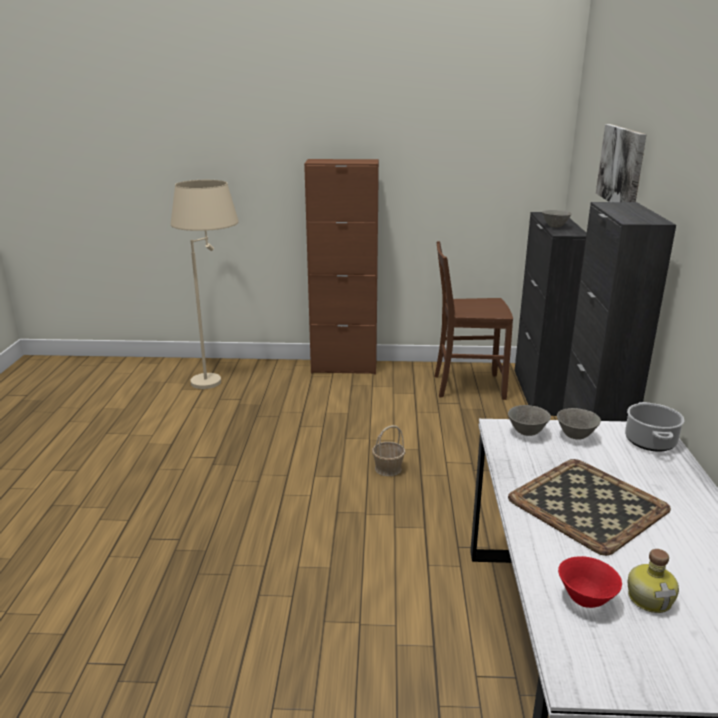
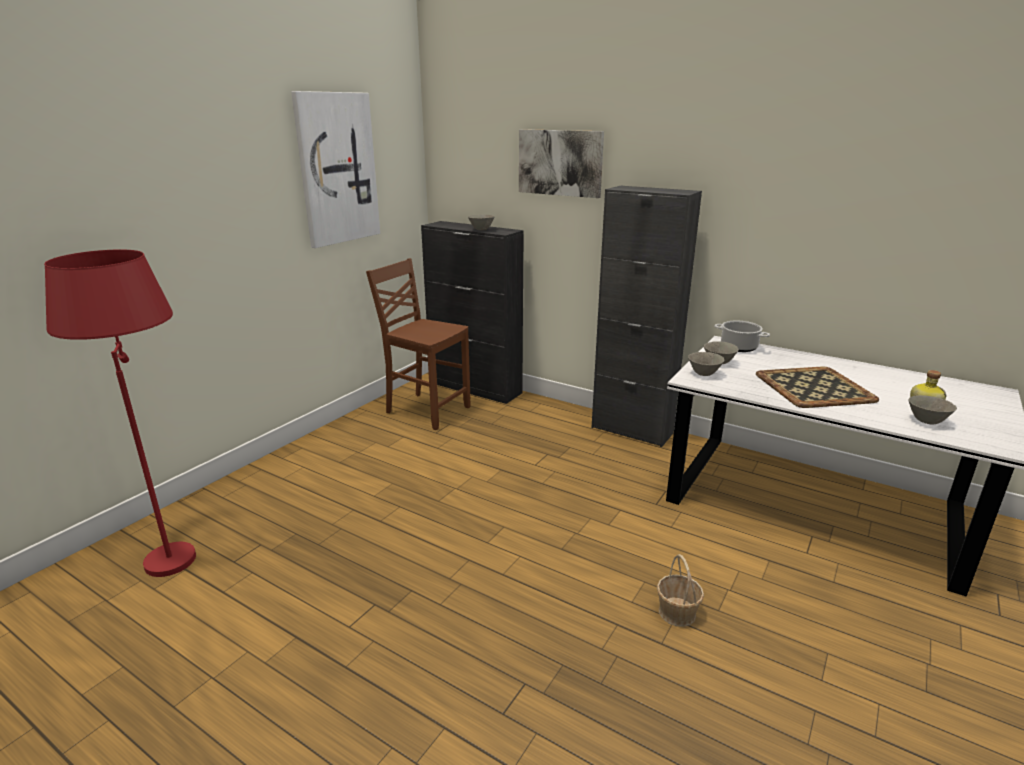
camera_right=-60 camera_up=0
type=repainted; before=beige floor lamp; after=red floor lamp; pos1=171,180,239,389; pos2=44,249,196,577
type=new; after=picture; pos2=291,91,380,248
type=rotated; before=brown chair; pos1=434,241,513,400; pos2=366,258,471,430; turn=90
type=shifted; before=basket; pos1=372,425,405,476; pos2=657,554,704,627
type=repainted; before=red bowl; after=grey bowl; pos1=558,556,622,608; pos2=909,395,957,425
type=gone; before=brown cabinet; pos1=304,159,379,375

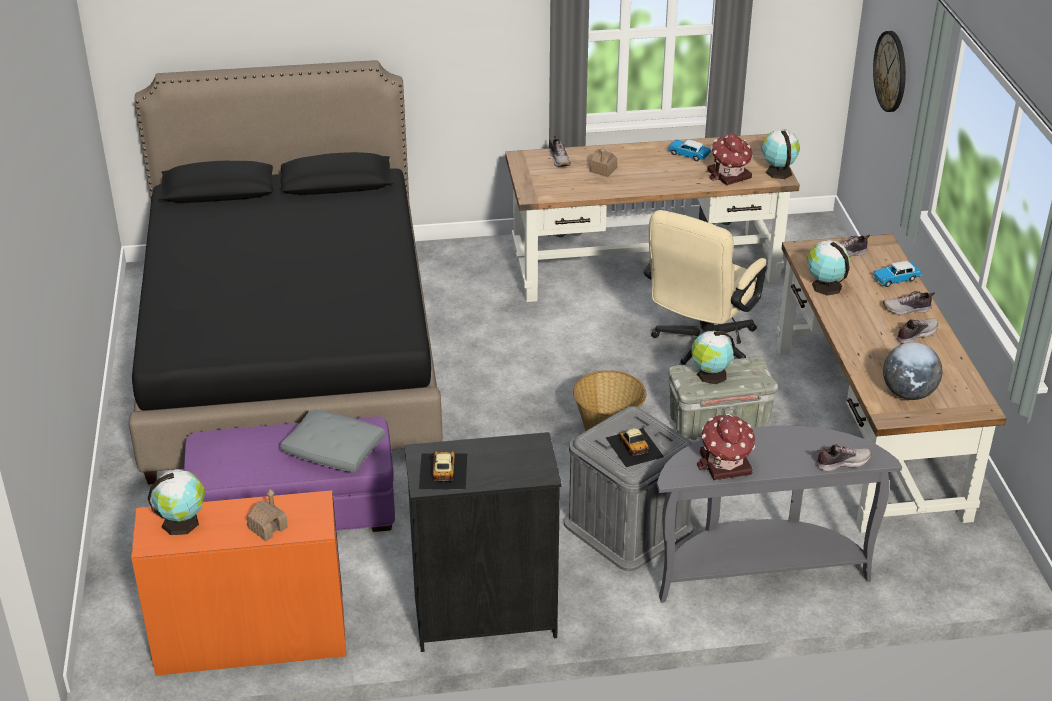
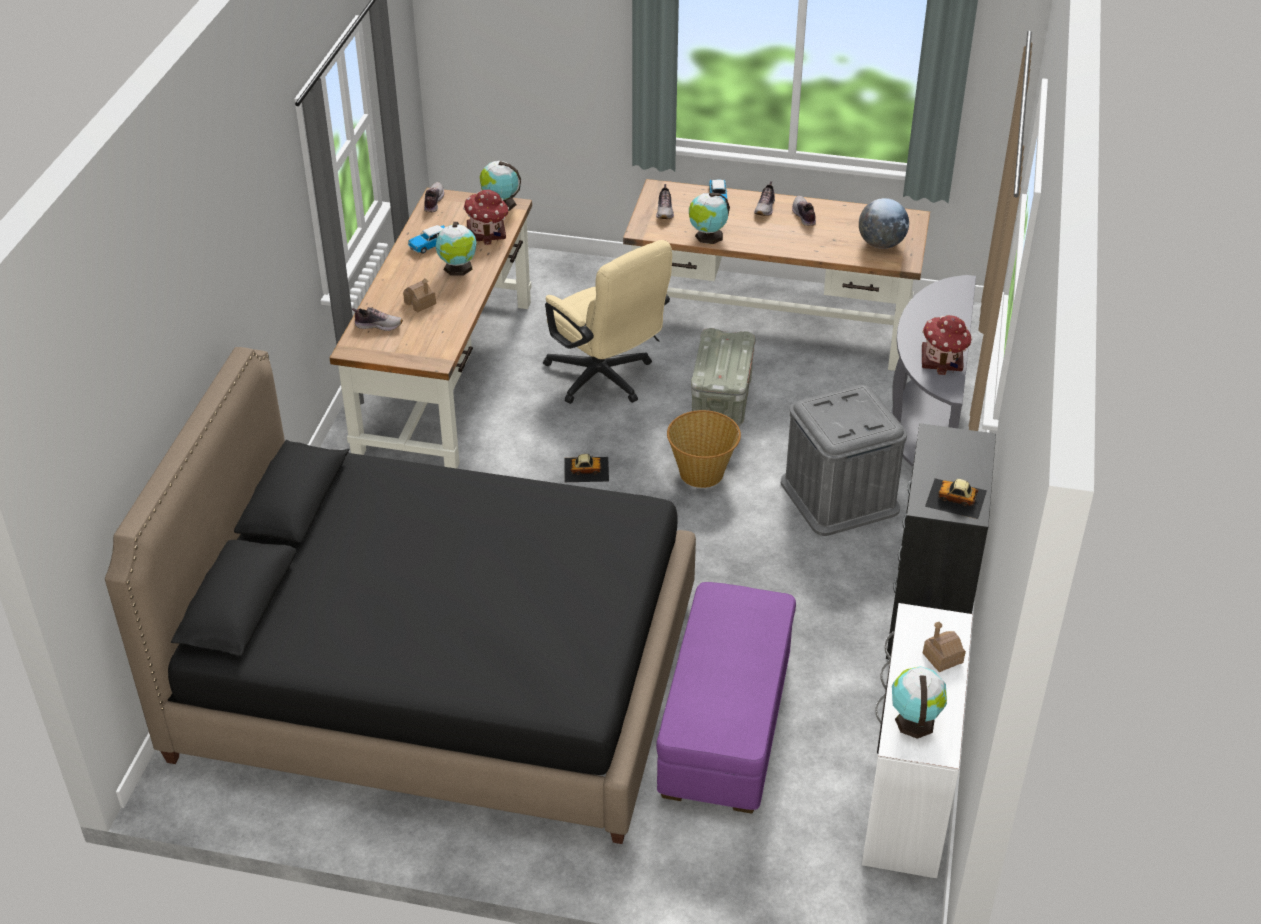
camera_right=-70 camera_up=5
type=shifted; before=shoe; pos1=816,444,871,471; pos2=424,182,444,212
type=shifted; before=globe; pos1=691,331,735,384; pos2=436,222,477,276
type=shifted; before=toy car; pos1=606,428,664,467; pos2=564,454,609,482
type=repainted; before=orange desk; after=white desk; pos1=131,490,346,676; pos2=862,603,973,878
type=gone; before=grey pillow; pos1=280,409,385,472
type=gone; before=wall clock; pos1=873,31,906,112

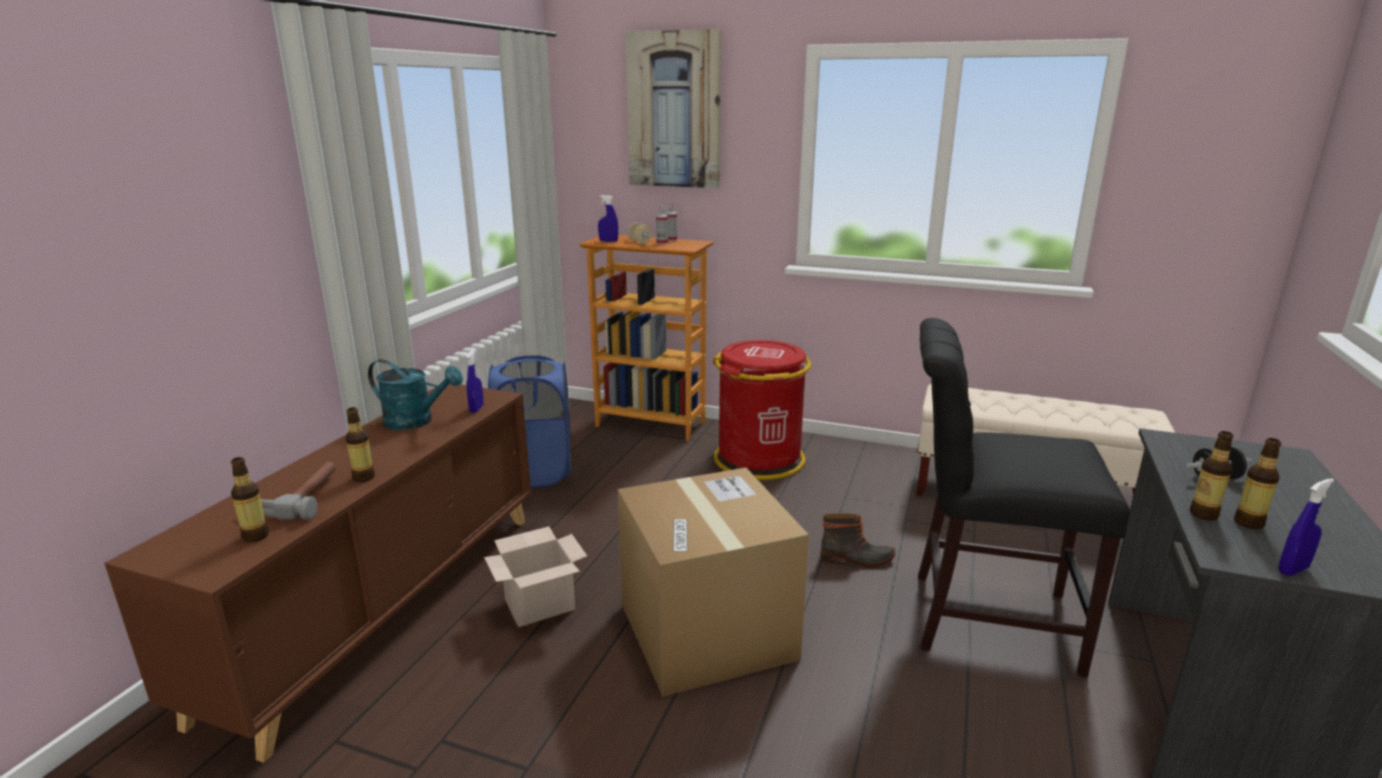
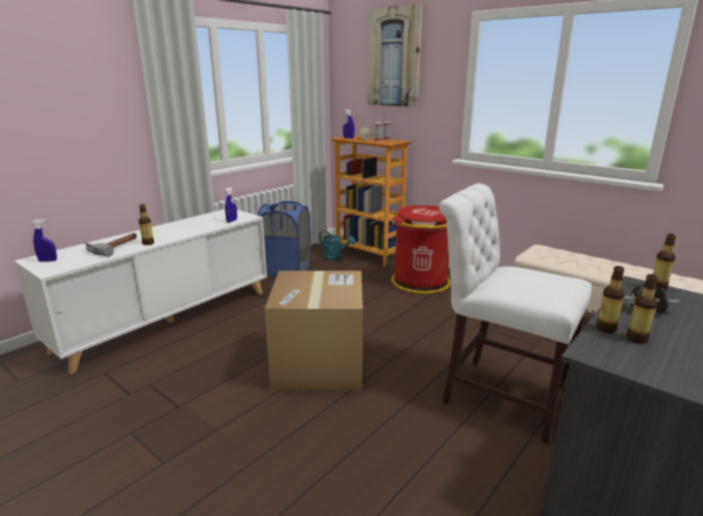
camera_right=20 camera_up=0
type=repainted; before=brown cabinet; after=white cabinet; pos1=104,383,531,763; pos2=14,209,267,375
type=shifted; before=blue spray bottle; pos1=1278,478,1334,576; pos2=32,219,57,262
type=shifted; before=turquoise watering can; pos1=368,359,463,430; pos2=319,230,355,260
type=repainted; before=black chair; after=white chair; pos1=918,318,1130,677; pos2=439,183,592,444
type=shifted; before=bottle; pos1=231,457,269,542; pos2=653,234,676,290
type=gone; before=cardboard box; pos1=484,526,587,627
type=gone; before=boot; pos1=820,513,895,568

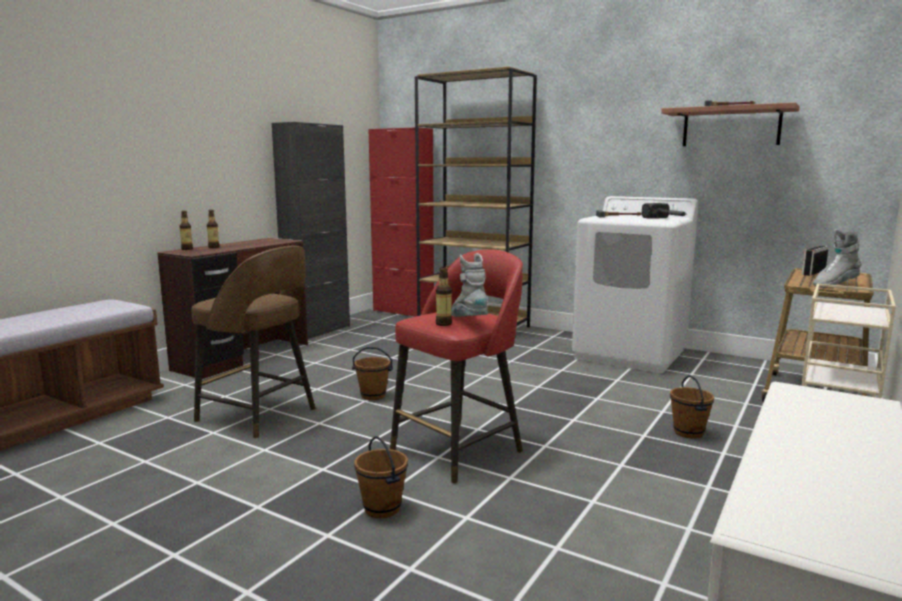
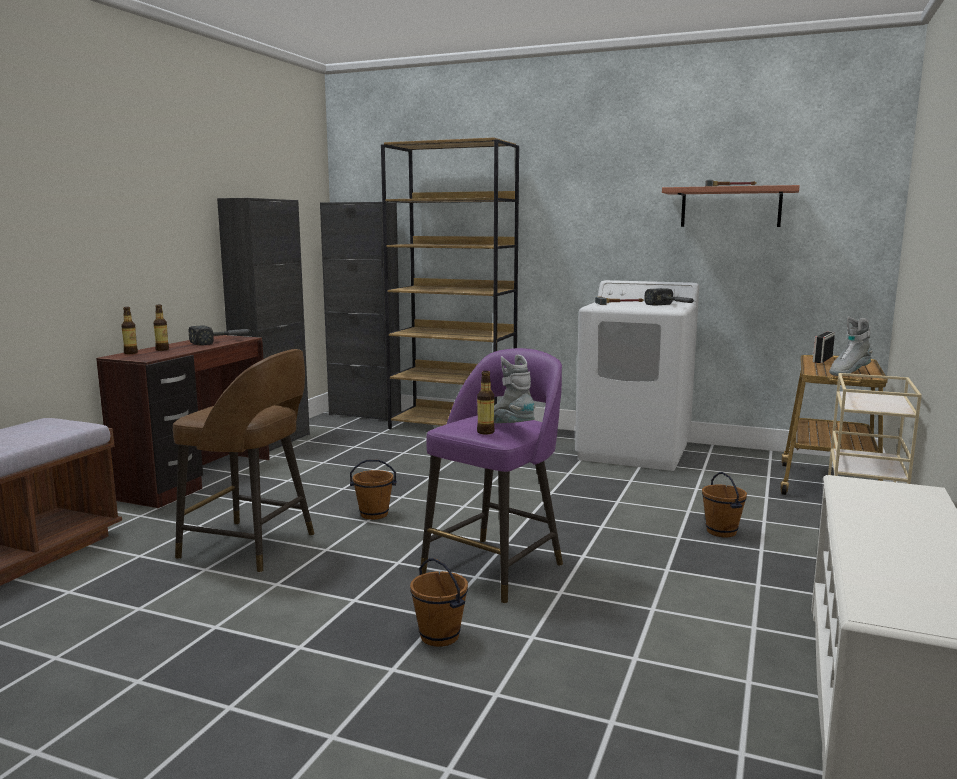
camera_right=-10 camera_up=0
type=new; after=hammer; pos2=188,326,251,345
type=repainted; before=red cabinet; after=black cabinet; pos1=369,128,434,317; pos2=320,202,401,421
type=repainted; before=red stool; after=purple stool; pos1=390,249,523,484; pos2=421,348,563,604

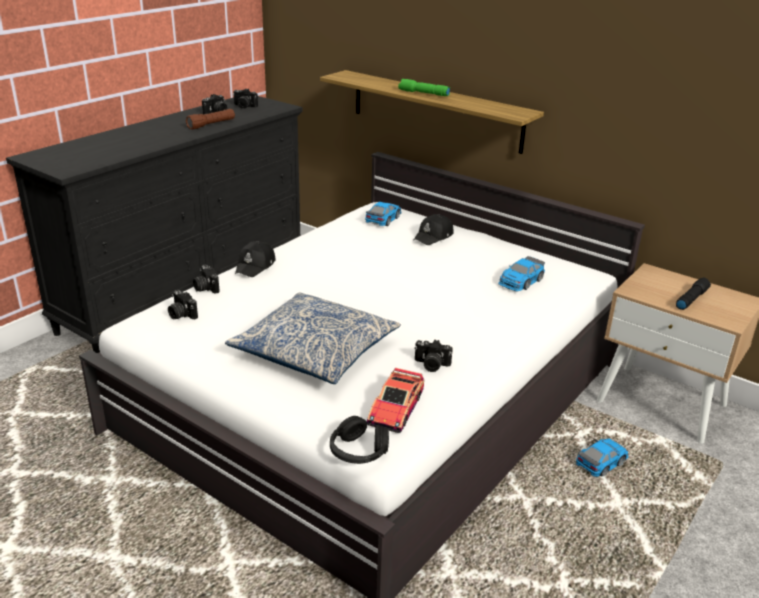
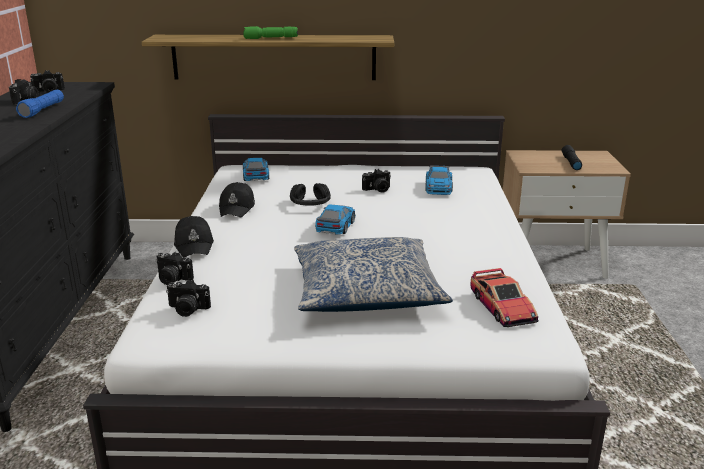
camera_right=-35 camera_up=-5
type=repainted; before=brown flashlight; after=blue flashlight; pos1=186,109,235,129; pos2=16,90,64,118
type=shifted; before=black cap; pos1=413,214,453,245; pos2=219,182,255,217
type=shifted; before=black headphones; pos1=330,416,389,464; pos2=290,183,331,206
type=shifted; before=toy car; pos1=576,438,629,477; pos2=315,205,356,235
type=shifted; before=photo camera; pos1=414,339,453,372; pos2=362,169,391,193

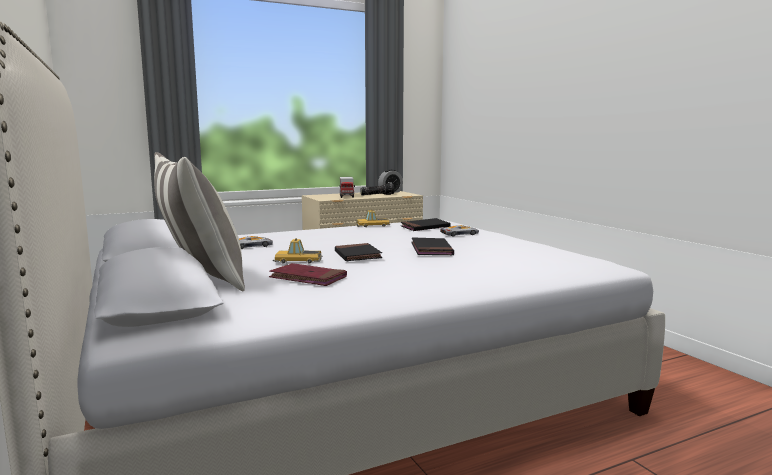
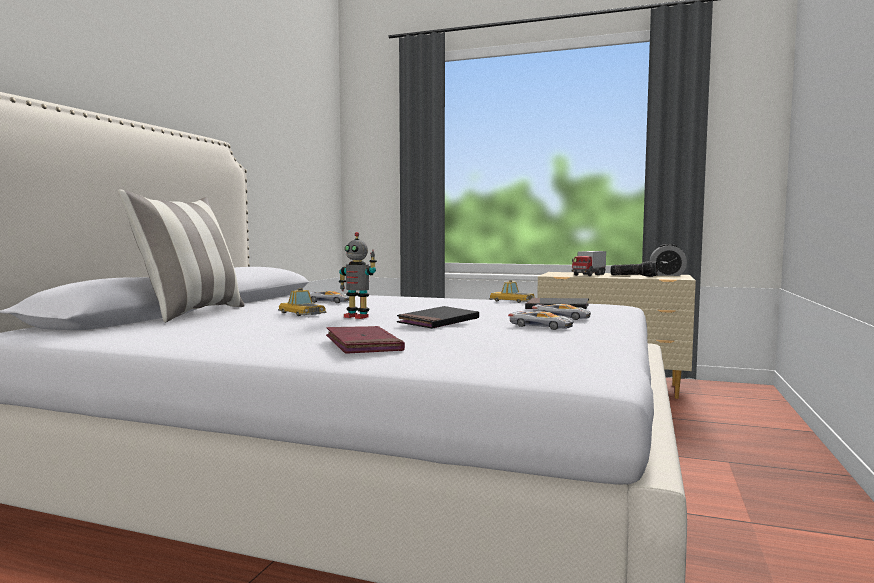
camera_right=45 camera_up=-5
type=shifted; before=red book; pos1=269,263,347,286; pos2=326,326,405,354
type=swapped; before=black book; after=toy robot; pos1=335,243,382,261; pos2=339,232,377,319
type=new; after=toy car; pos2=508,311,573,330

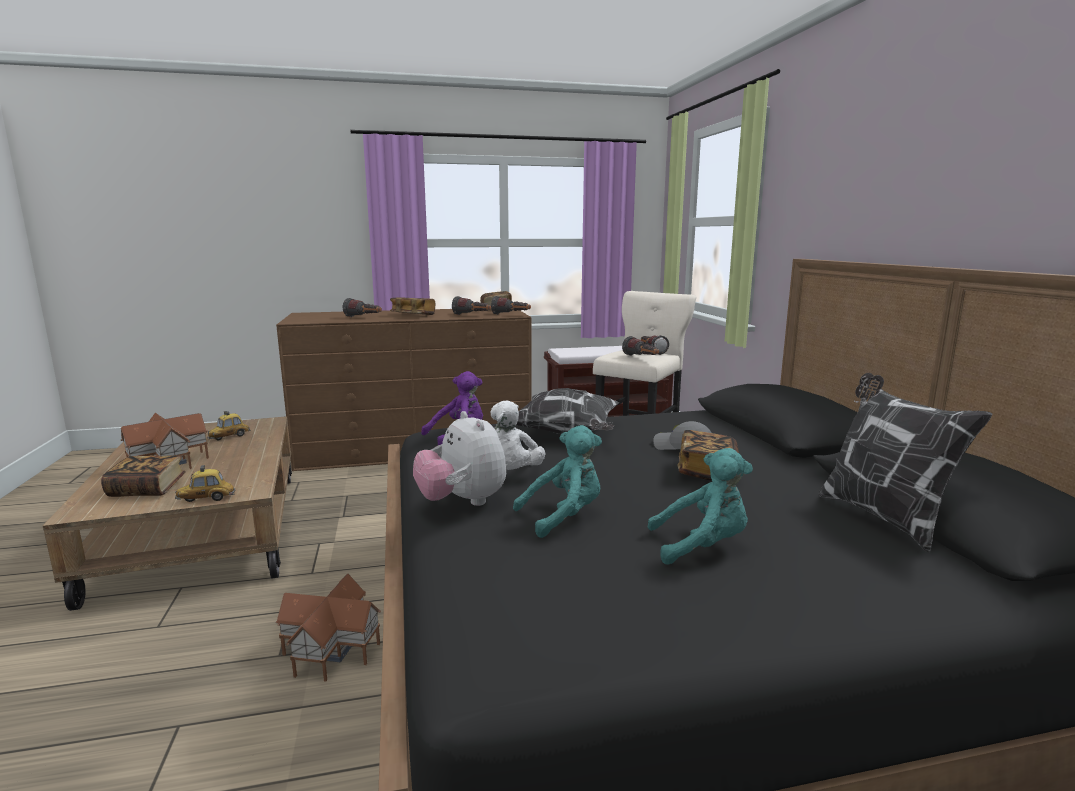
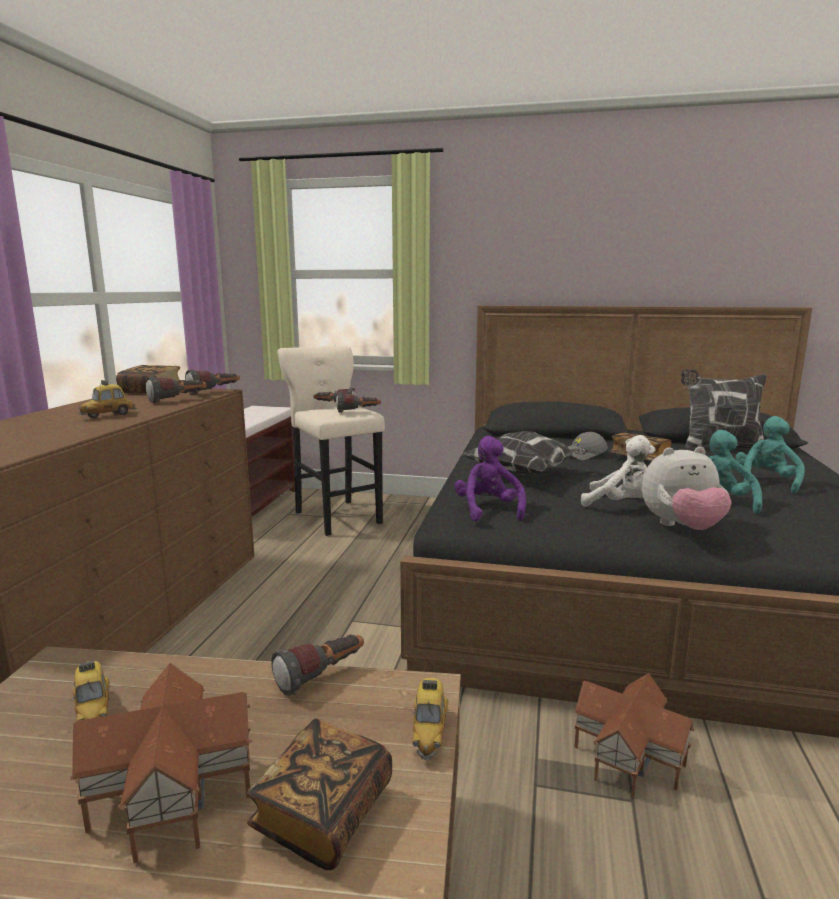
camera_right=-65 camera_up=0
type=swapped; before=book; after=toy car; pos1=390,297,436,315; pos2=79,380,137,418
type=shifted; before=flashlight; pos1=343,298,382,317; pos2=271,635,364,696

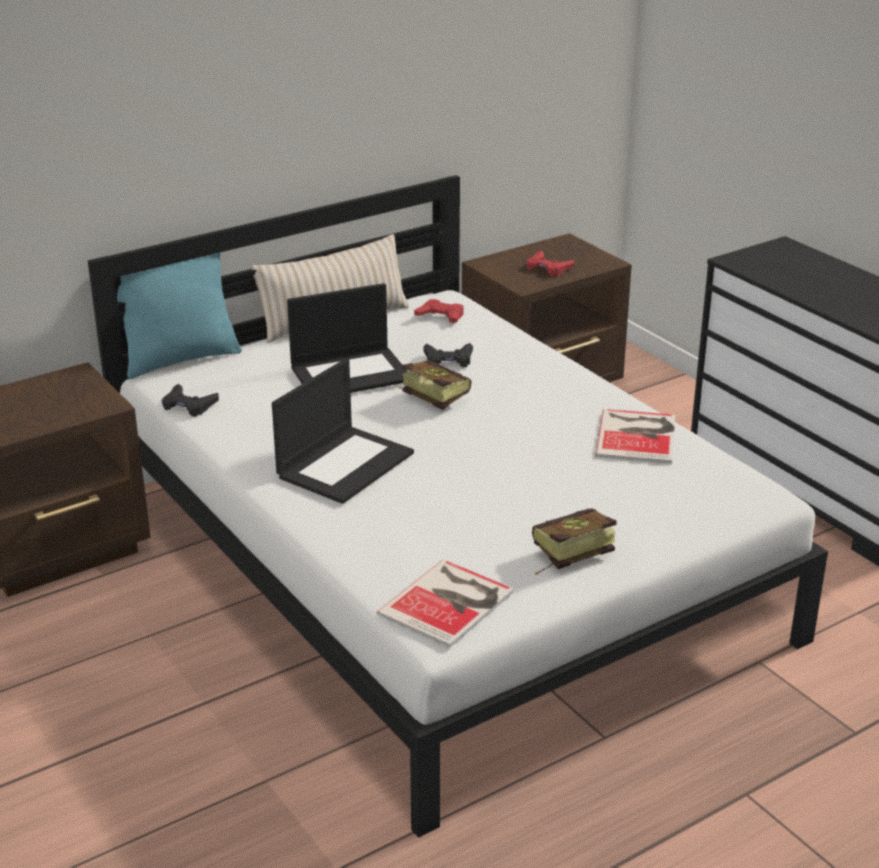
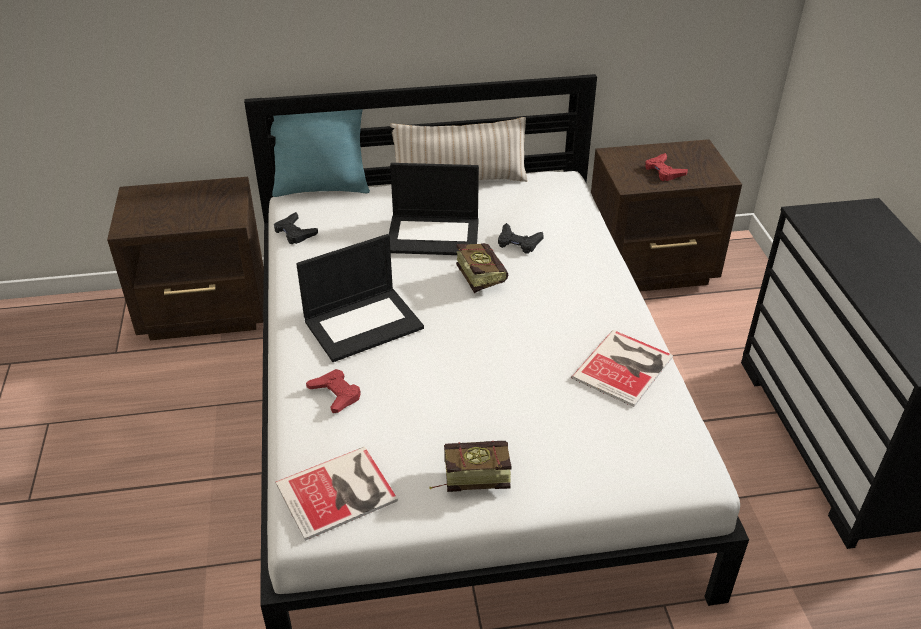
camera_right=25 camera_up=10
type=shifted; before=red game controller; pos1=414,299,463,323; pos2=306,369,361,413

